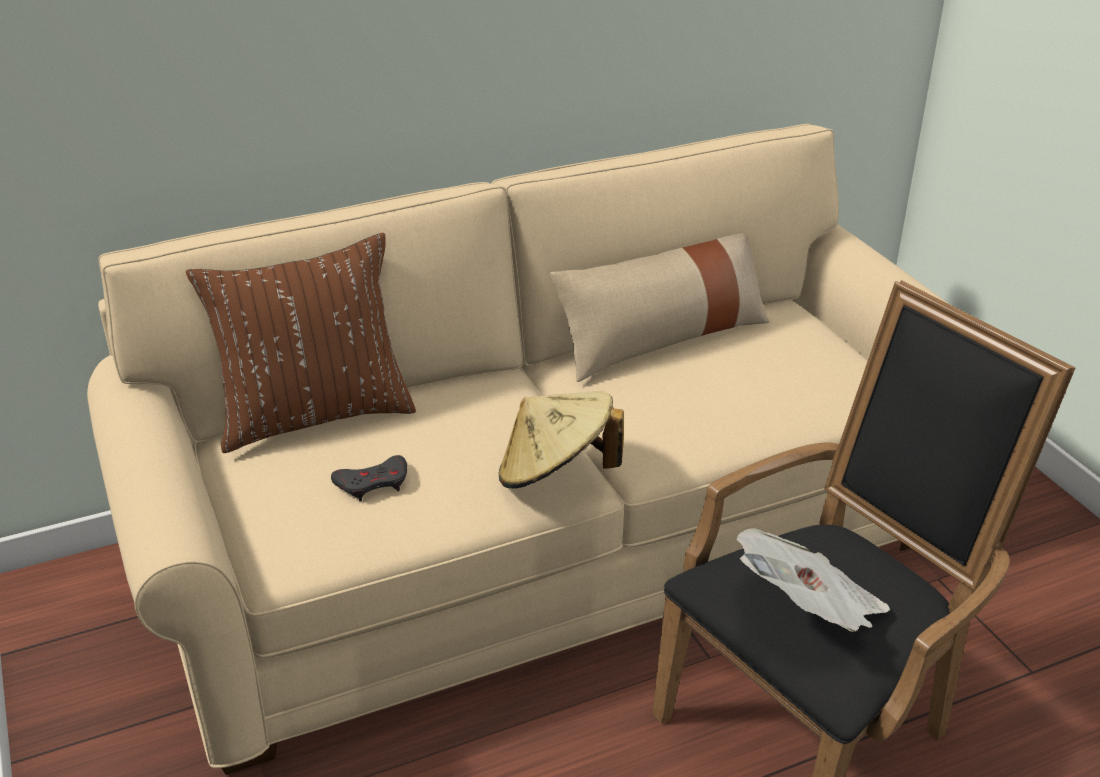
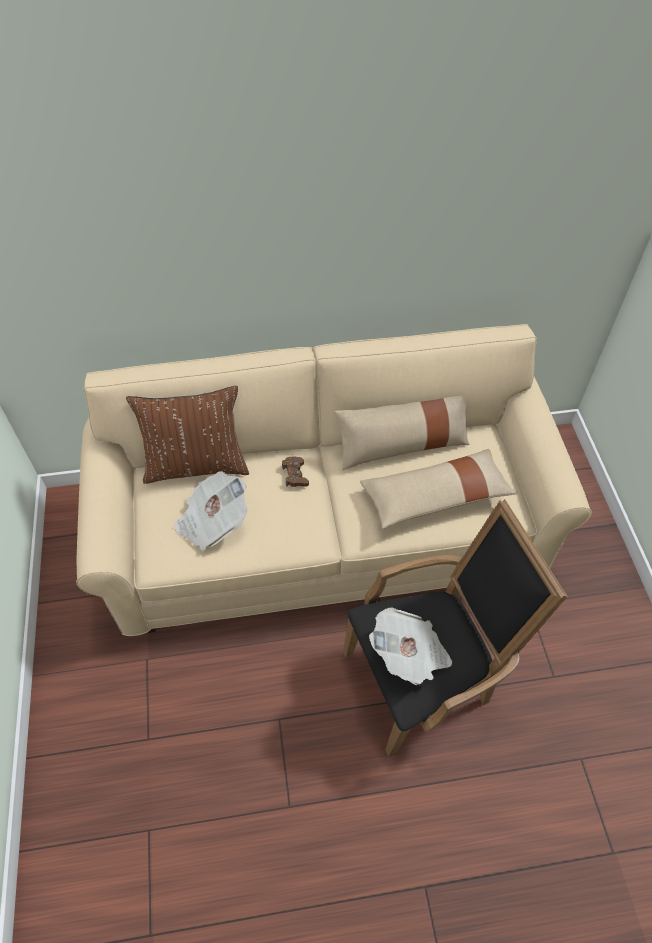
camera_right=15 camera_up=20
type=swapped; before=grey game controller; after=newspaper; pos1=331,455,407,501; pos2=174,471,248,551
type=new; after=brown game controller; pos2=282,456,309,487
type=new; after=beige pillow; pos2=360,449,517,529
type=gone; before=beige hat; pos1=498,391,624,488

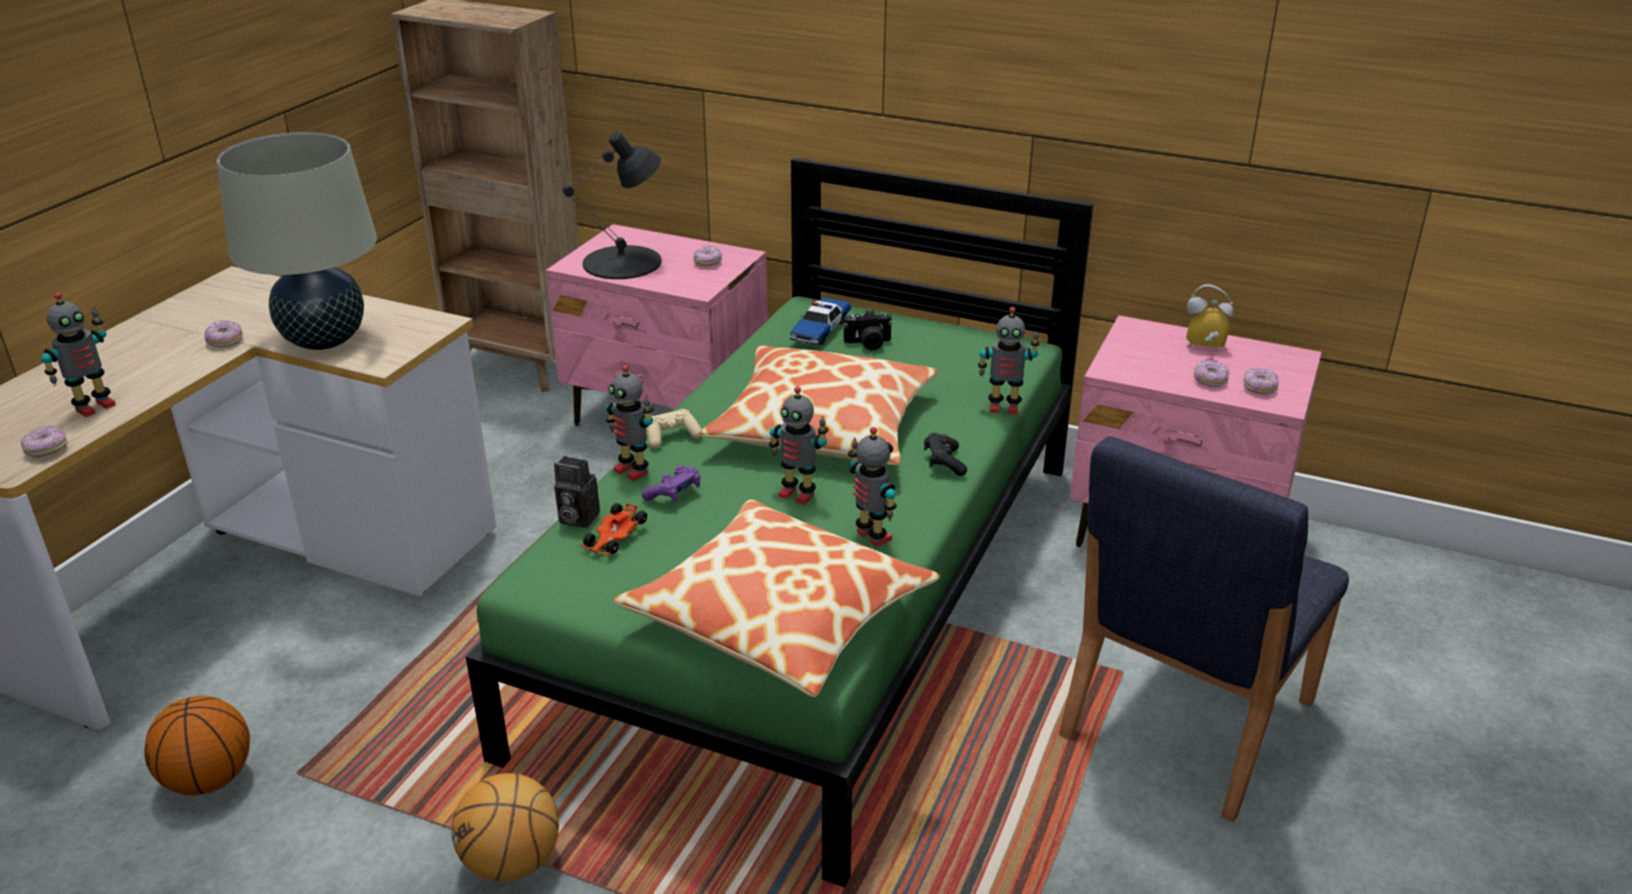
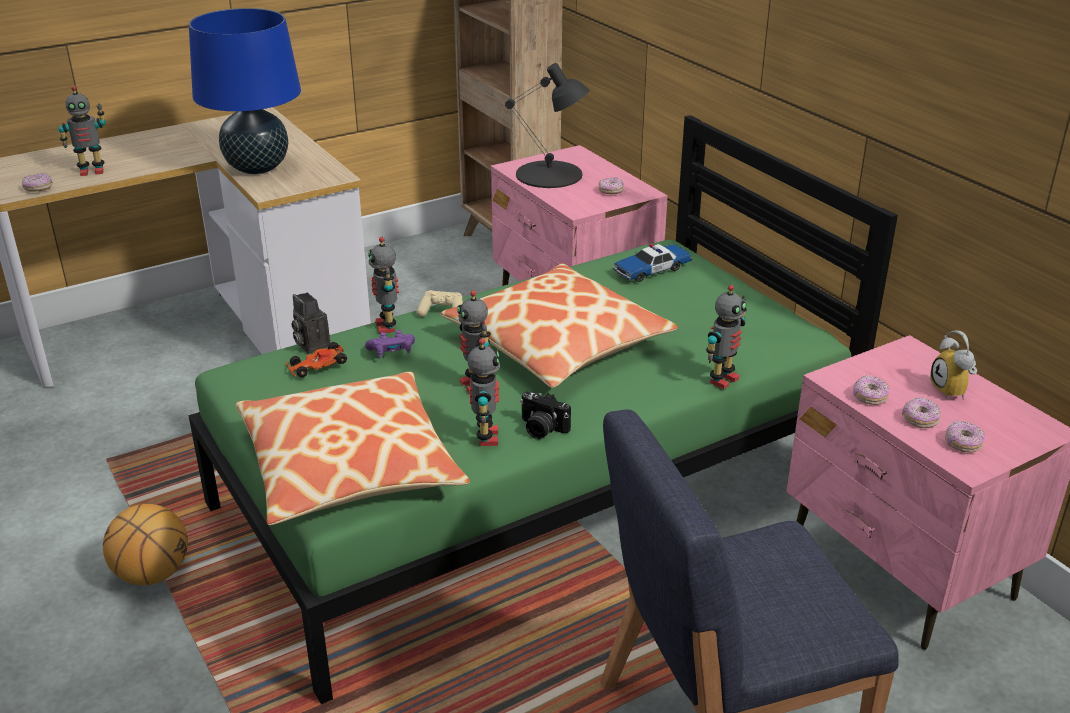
camera_right=35 camera_up=0
type=repainted; before=beige table lamp; after=blue table lamp; pos1=217,132,377,350; pos2=189,8,301,174
type=shifted; before=photo camera; pos1=844,310,892,350; pos2=520,392,571,439
type=rotated; before=toy robot; pos1=978,307,1040,415; pos2=706,285,747,389; turn=-90
type=shifted; before=donut; pos1=204,321,243,347; pos2=853,375,890,405
type=rotated; before=alarm clock; pos1=1186,284,1234,352; pos2=930,330,977,400; turn=-150
type=gone; before=basketball; pos1=144,696,250,795
type=gone; before=black game controller; pos1=924,433,967,476

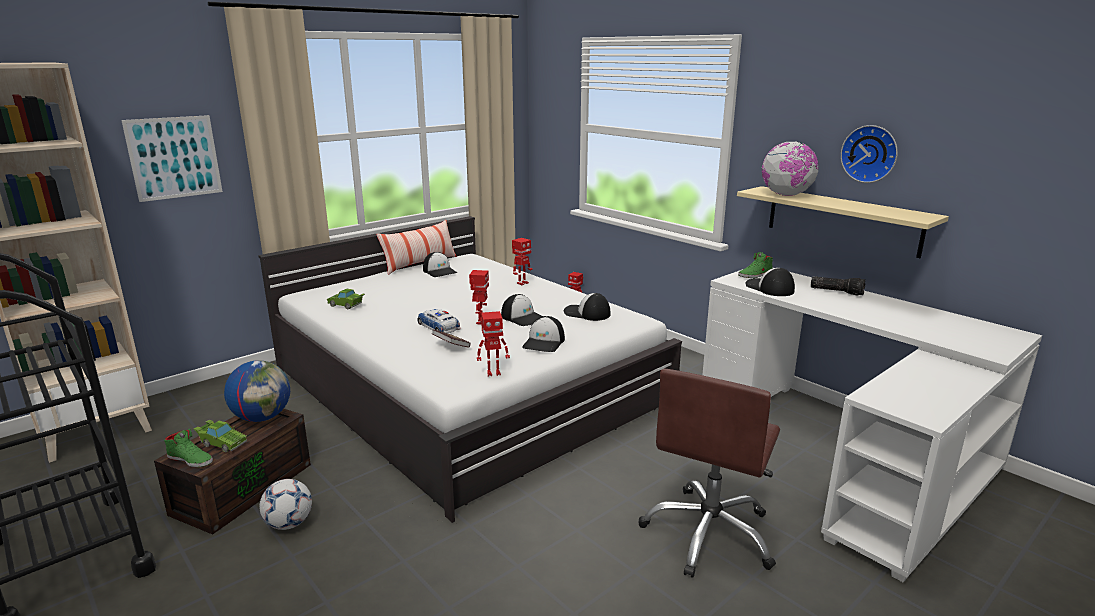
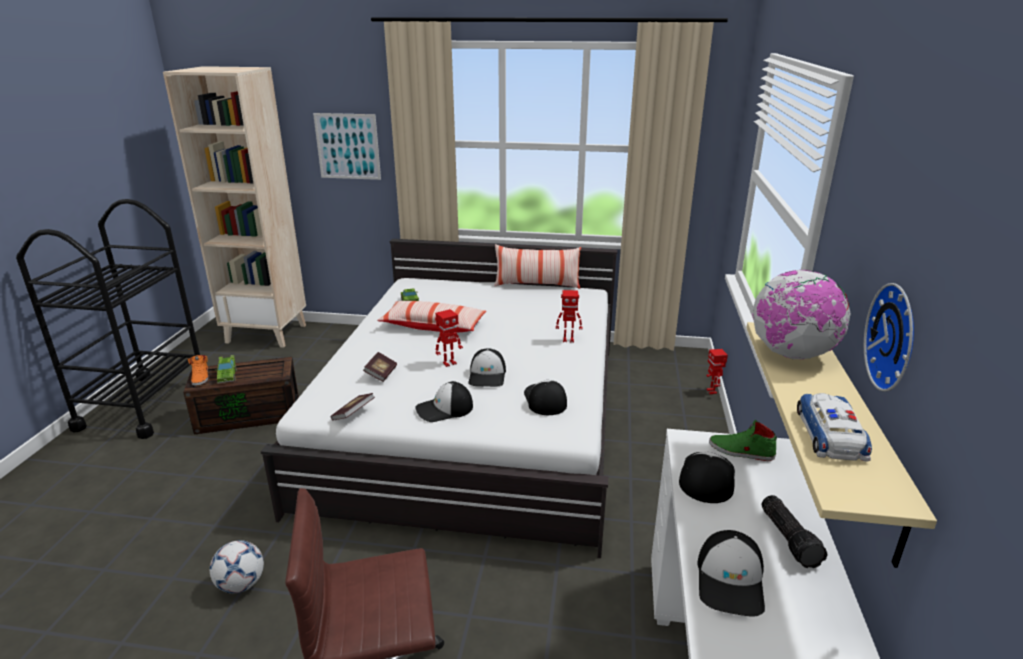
camera_right=50 camera_up=5
type=repainted; before=green shoe; after=orange shoe; pos1=164,429,213,467; pos2=188,355,208,386
type=shifted; before=football; pos1=259,479,312,530; pos2=210,540,264,593
type=swapped; before=toy robot; after=book; pos1=477,311,510,376; pos2=330,393,375,420
type=new; after=pillow; pos2=377,301,486,333
type=shifted; before=cap; pos1=423,252,457,277; pos2=697,530,765,617
type=shifted; before=toy car; pos1=417,309,461,333; pos2=797,393,872,461
type=gone; before=globe; pos1=224,360,290,422

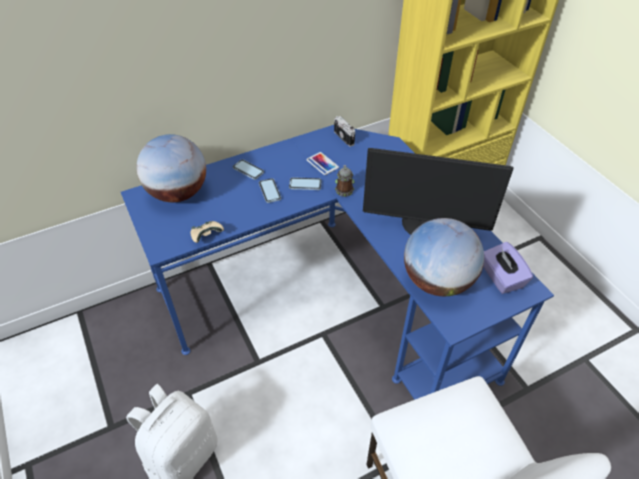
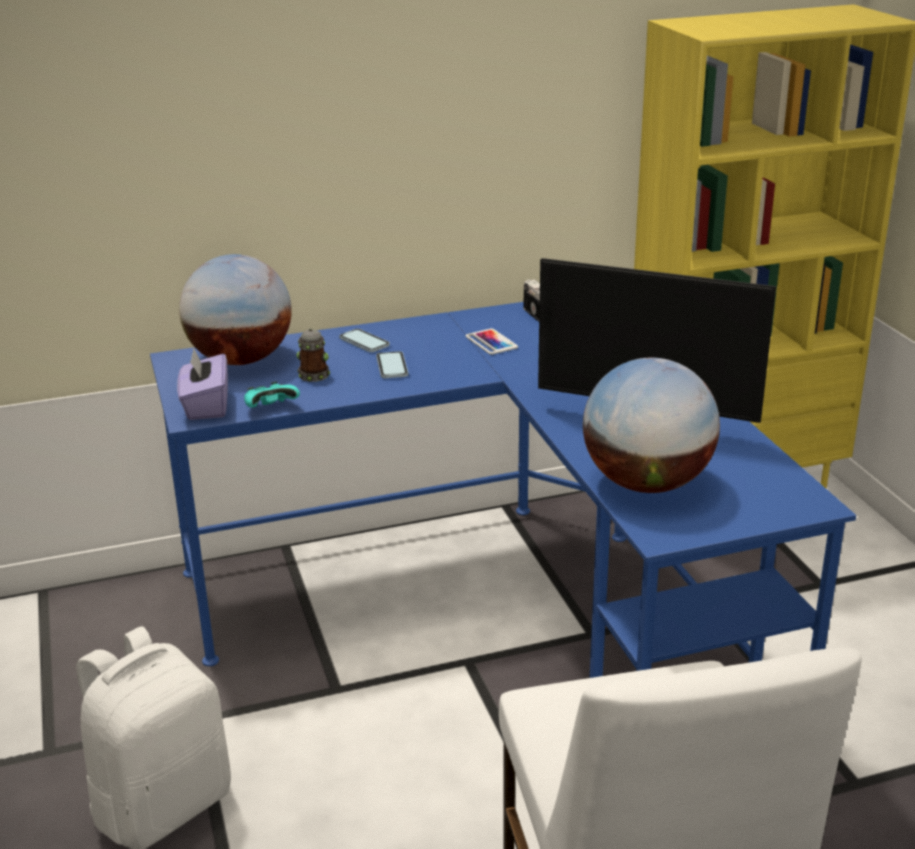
camera_right=10 camera_up=-20
type=shifted; before=purple tissue box; pos1=483,242,533,294; pos2=177,348,228,420
type=repainted; before=beige game controller; after=turquoise game controller; pos1=190,221,224,243; pos2=244,382,300,408
type=shifted; before=mug; pos1=335,165,354,197; pos2=297,328,330,382
type=gone; before=phone; pos1=289,177,322,190

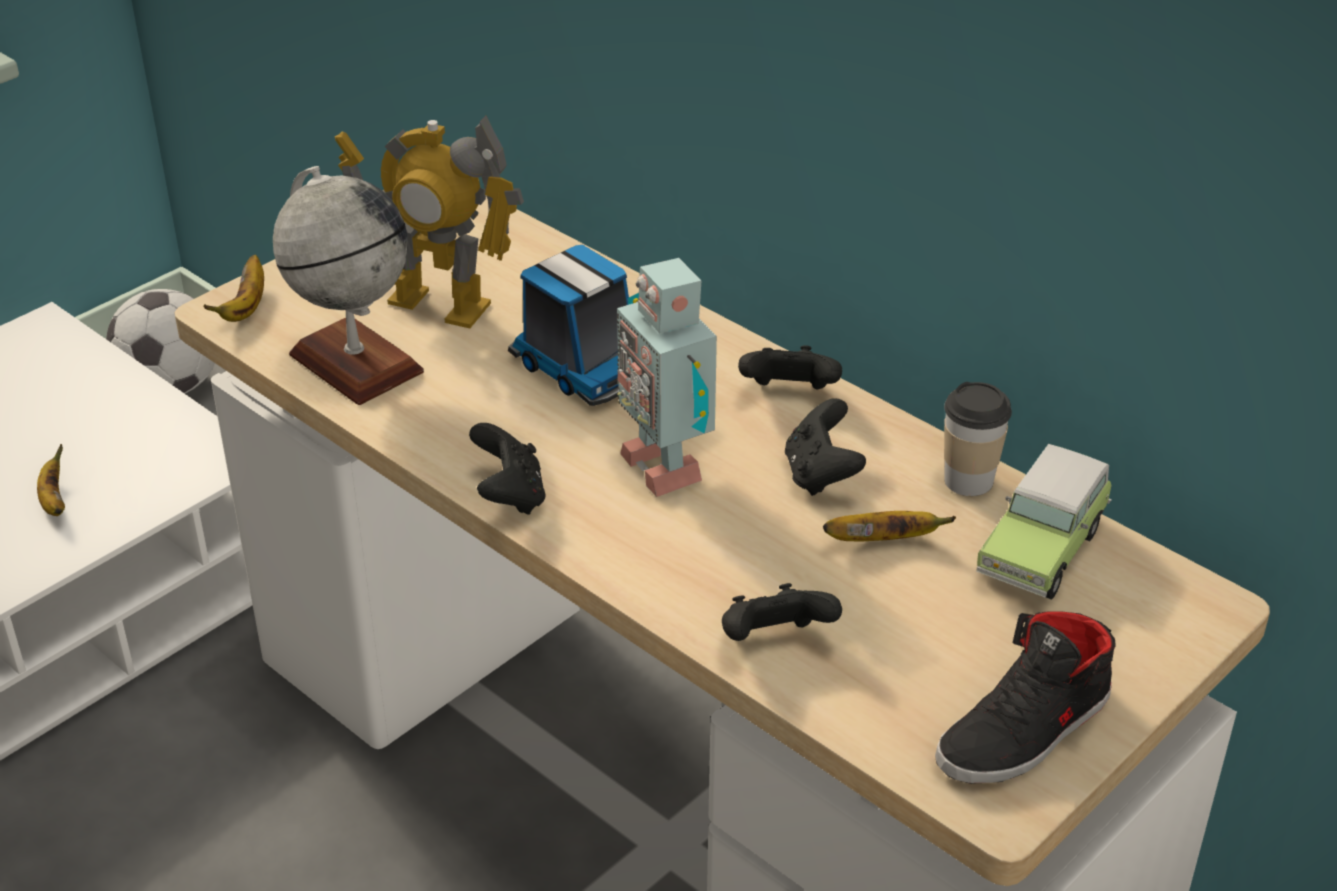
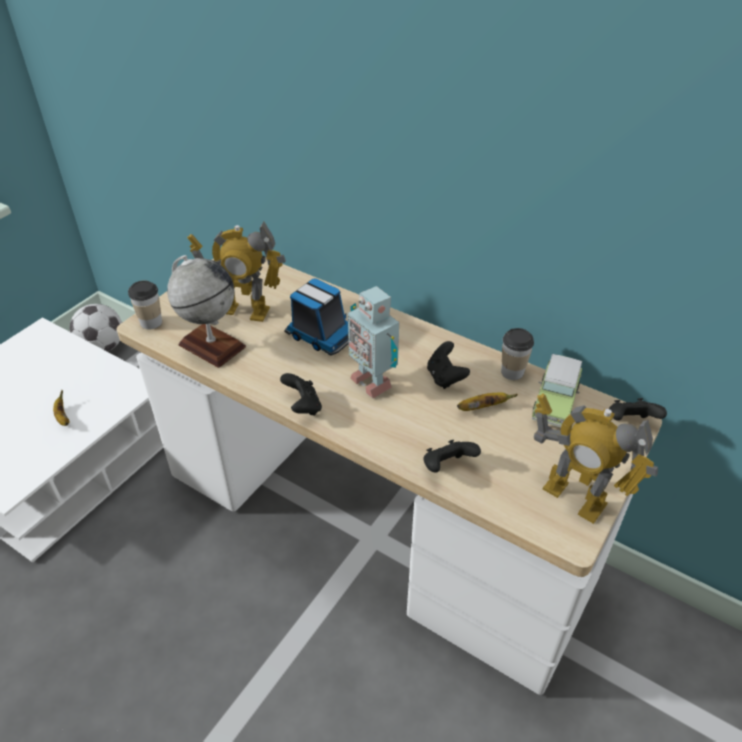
camera_right=-10 camera_up=5
type=swapped; before=banana; after=cup; pos1=203,255,264,322; pos2=128,280,162,329
type=swapped; before=black shoe; after=toy robot; pos1=935,611,1116,784; pos2=534,393,658,524
type=shifted; before=black game controller; pos1=738,345,842,389; pos2=609,398,667,421

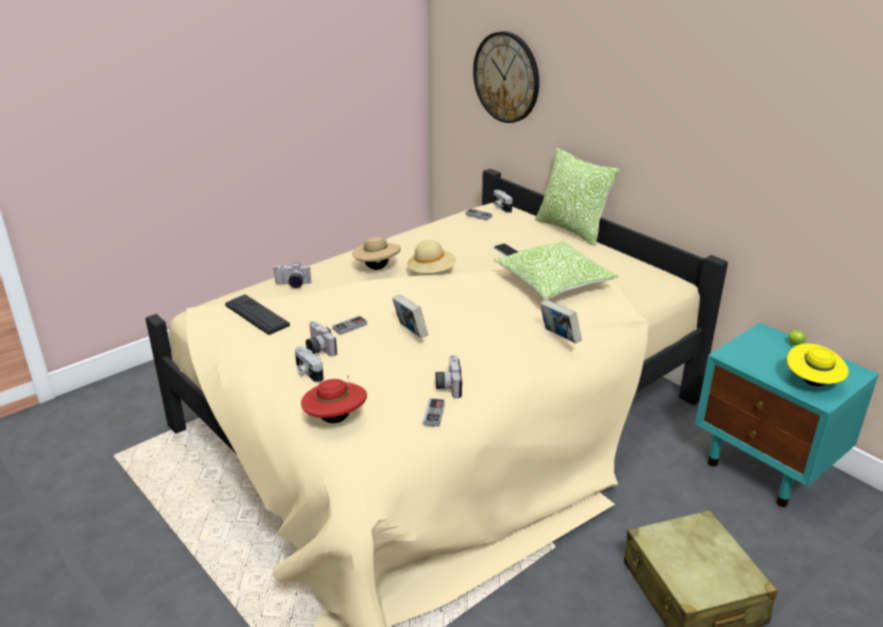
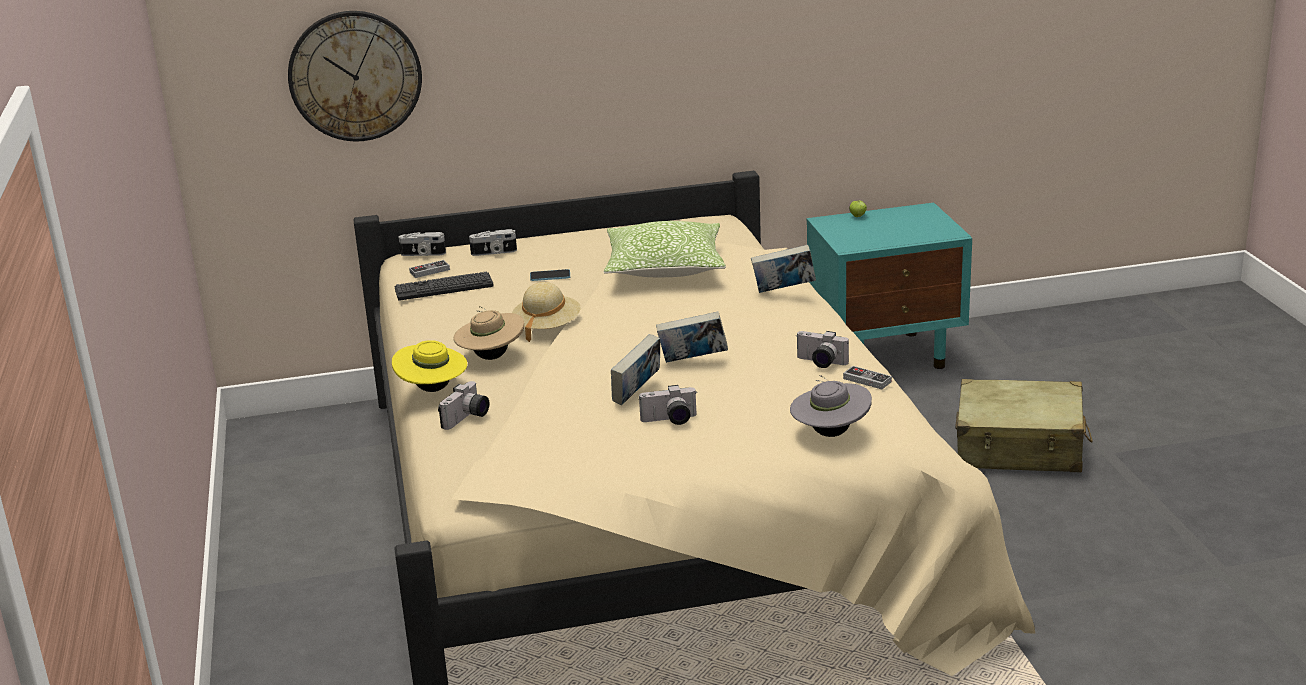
camera_right=-60 camera_up=-5
type=shifted; before=yellow hat; pos1=787,343,849,386; pos2=392,340,467,392
type=shifted; before=keyboard; pos1=225,294,290,335; pos2=395,271,494,301
type=shifted; before=photo camera; pos1=295,346,324,383; pos2=469,229,517,256
type=swapped; before=game controller; after=book; pos1=332,315,367,335; pos2=611,334,660,405
type=repainted; before=red hat; after=grey hat; pos1=301,375,367,423; pos2=790,375,872,437
type=gone; before=pillow; pos1=535,148,619,246

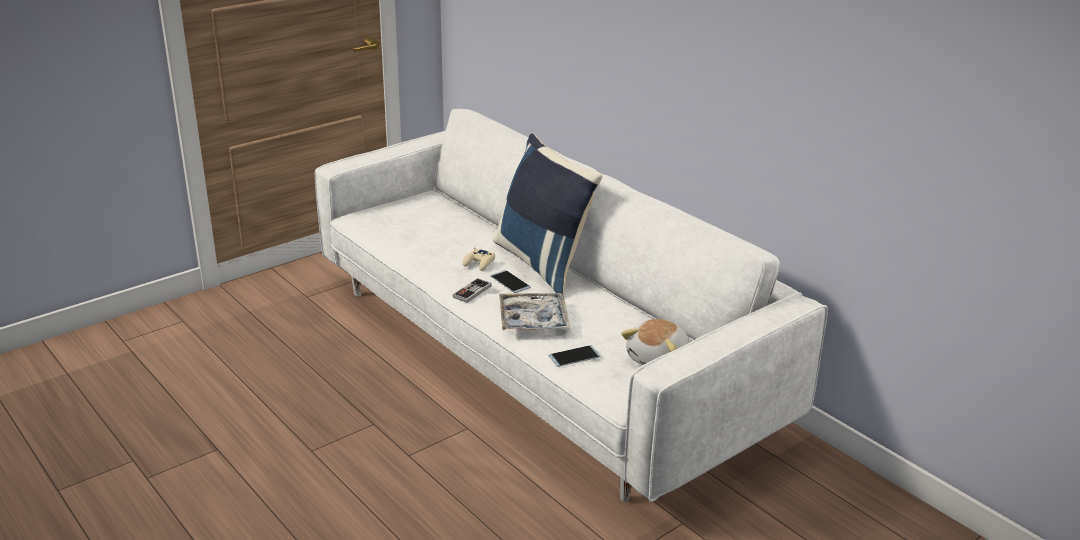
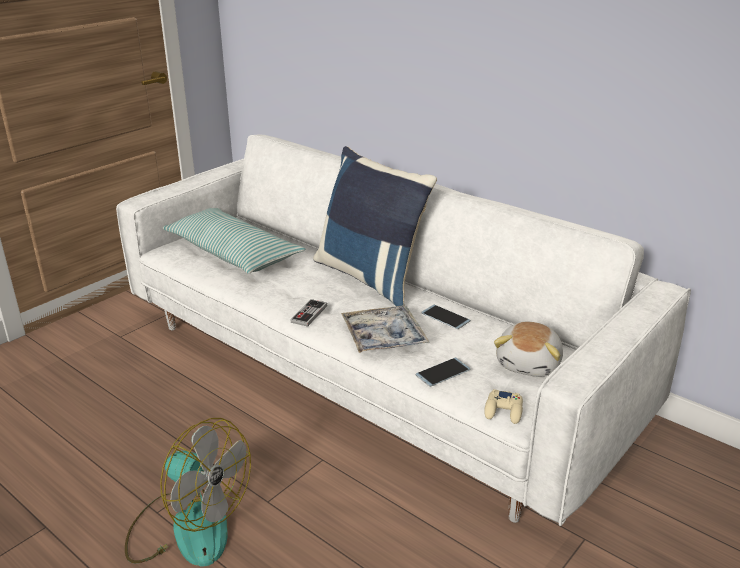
camera_right=-10 camera_up=0
type=new; after=fan; pos2=125,418,251,567
type=new; after=pillow; pos2=163,208,306,274
type=shifted; before=phone; pos1=490,270,531,293; pos2=421,305,471,329
type=shifted; before=beige game controller; pos1=463,247,495,271; pos2=484,389,523,424

